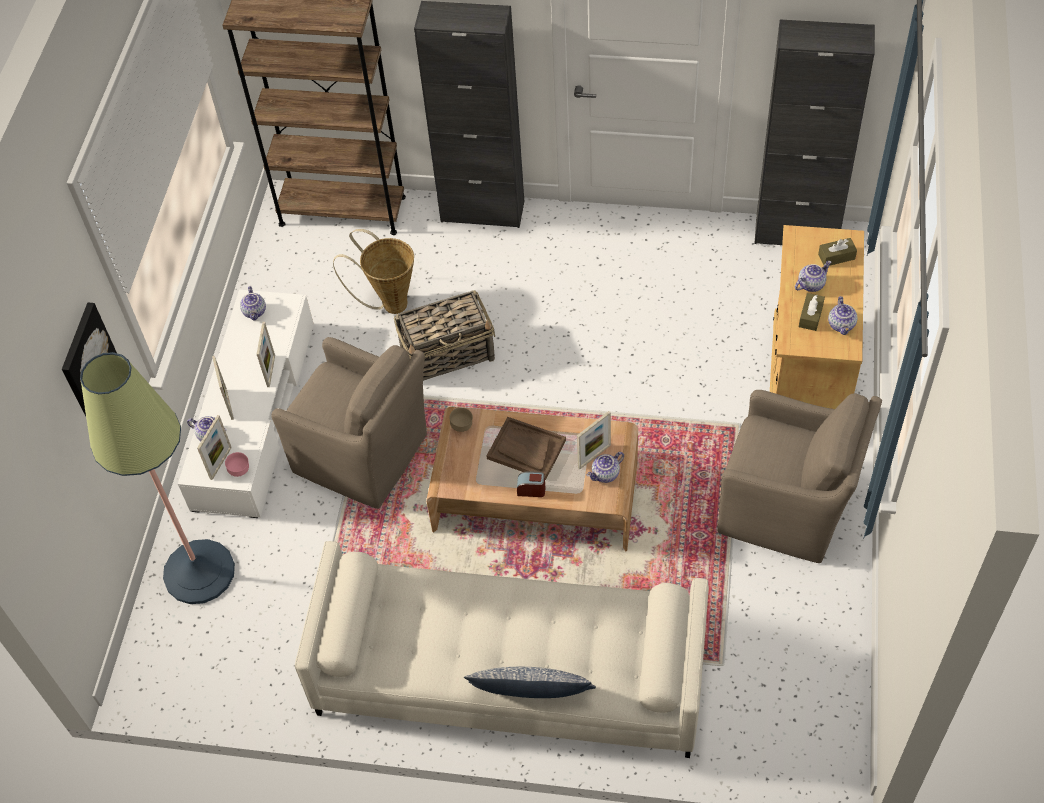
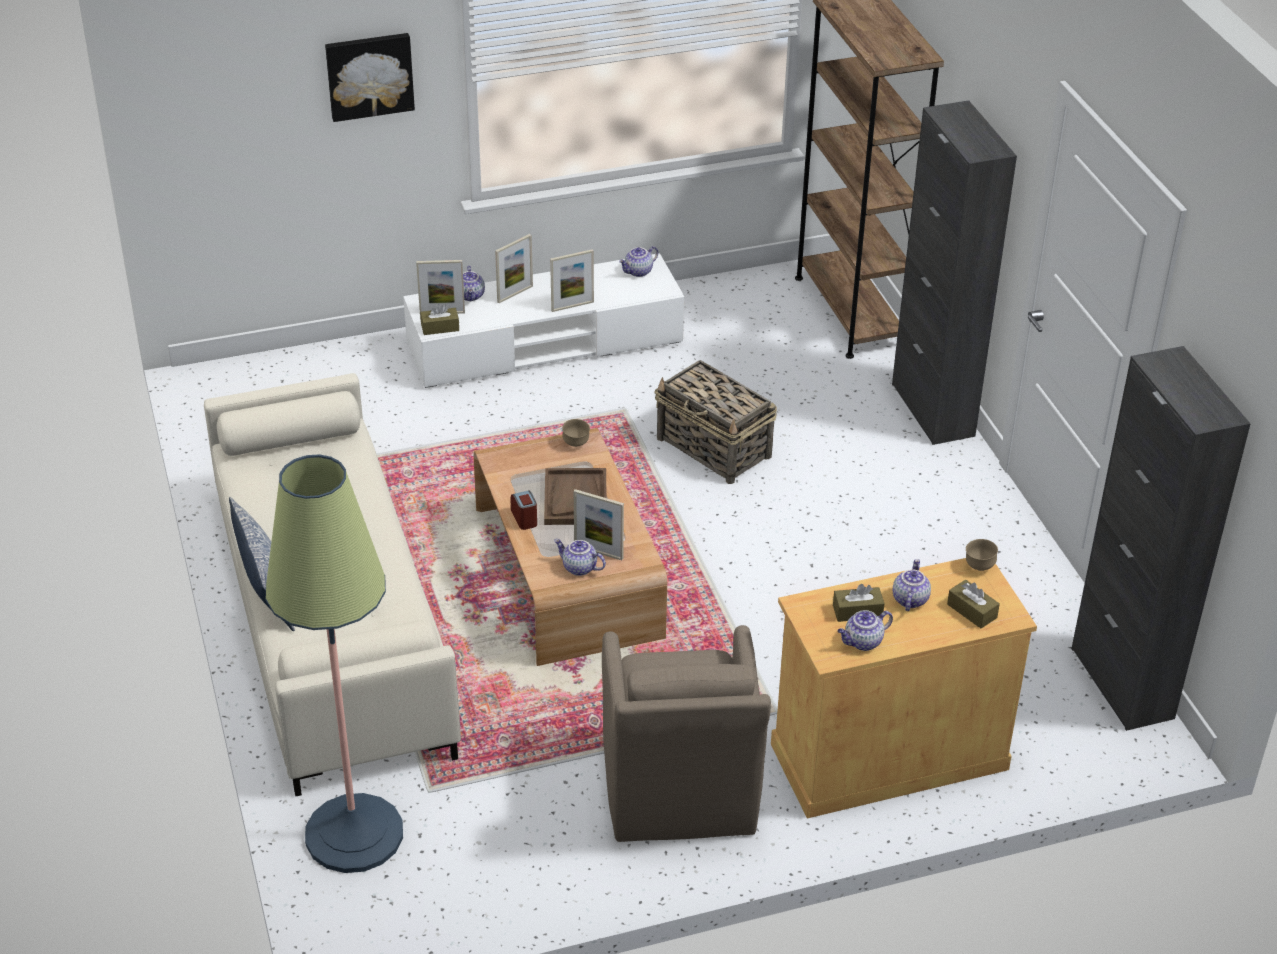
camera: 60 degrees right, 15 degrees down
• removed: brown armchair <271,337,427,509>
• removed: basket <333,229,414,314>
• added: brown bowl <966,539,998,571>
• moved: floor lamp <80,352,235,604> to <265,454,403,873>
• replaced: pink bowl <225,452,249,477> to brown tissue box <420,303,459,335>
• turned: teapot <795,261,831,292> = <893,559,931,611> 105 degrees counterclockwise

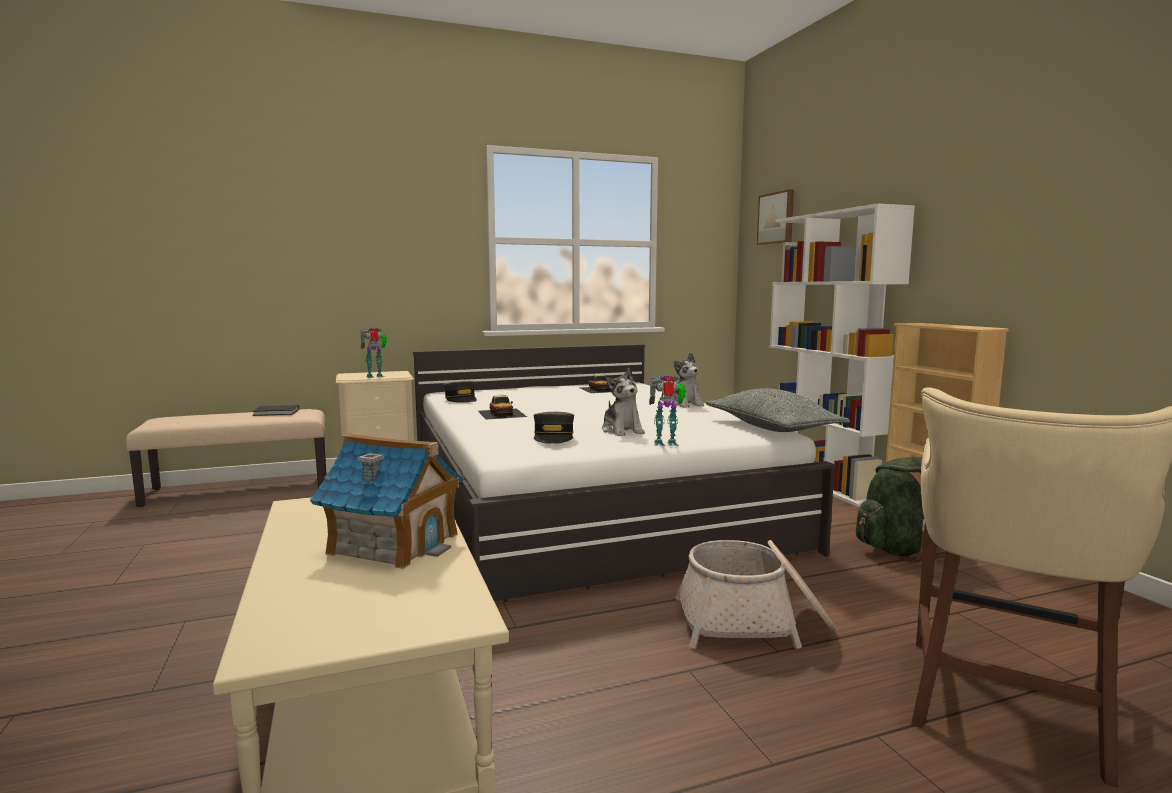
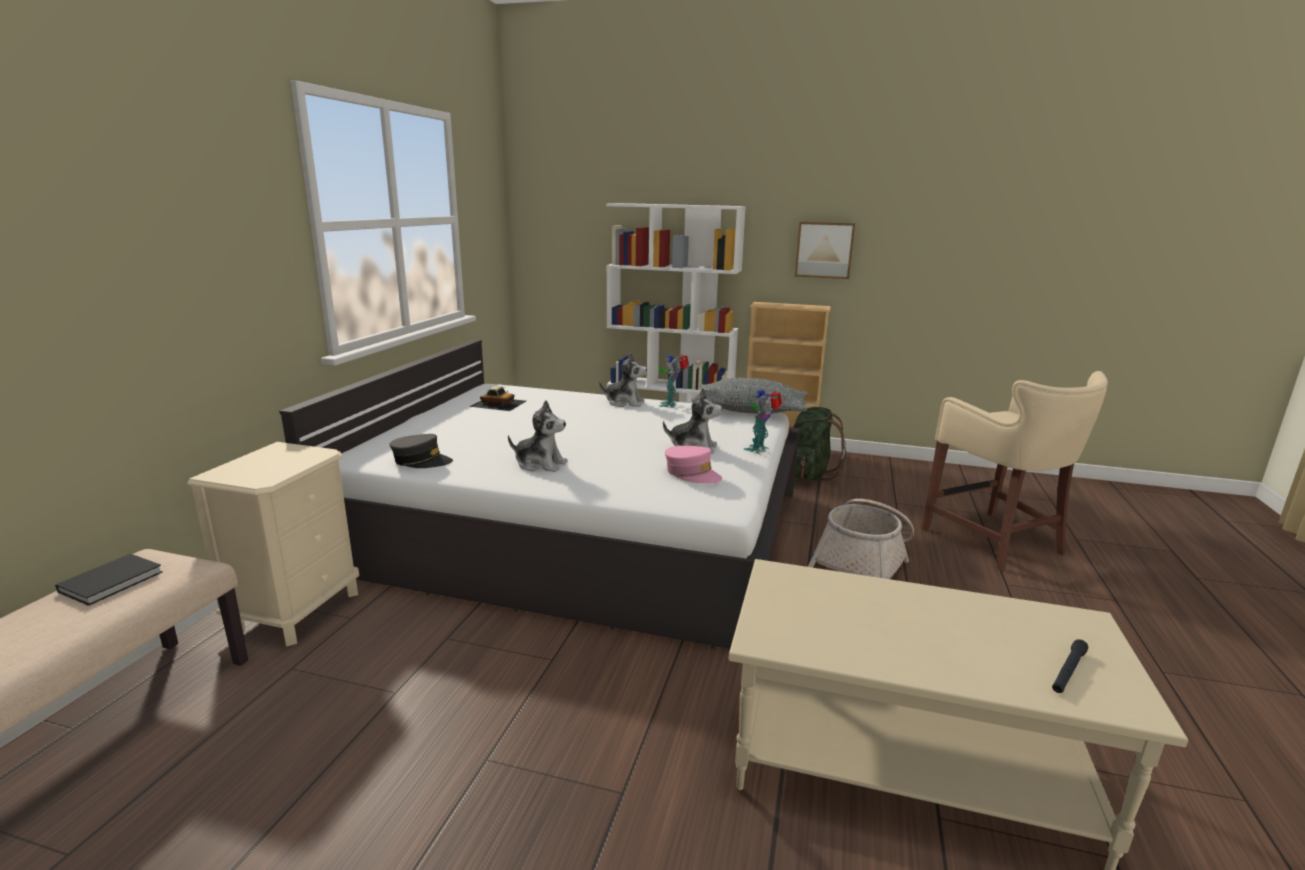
camera: 55 degrees left, 10 degrees up
• removed: toy house <310,434,463,569>
• added: black flashlight <1052,639,1088,693>
• moved: toy robot <360,328,387,378> to <659,354,689,408>
• moved: picture <757,189,794,245> to <795,222,855,279>
• replaced: toy car <478,395,527,420> to plush toy <508,400,568,472>
• recoloured: grey cap <534,412,574,444> to pink cap <665,446,722,483>

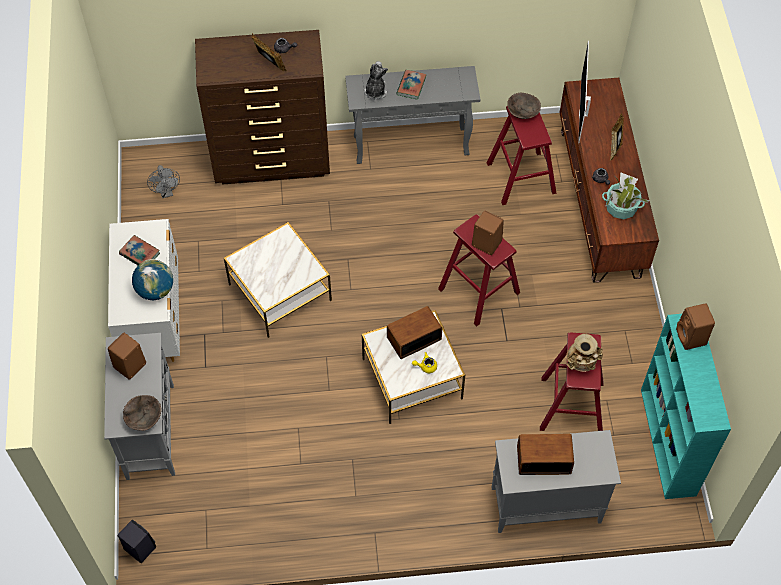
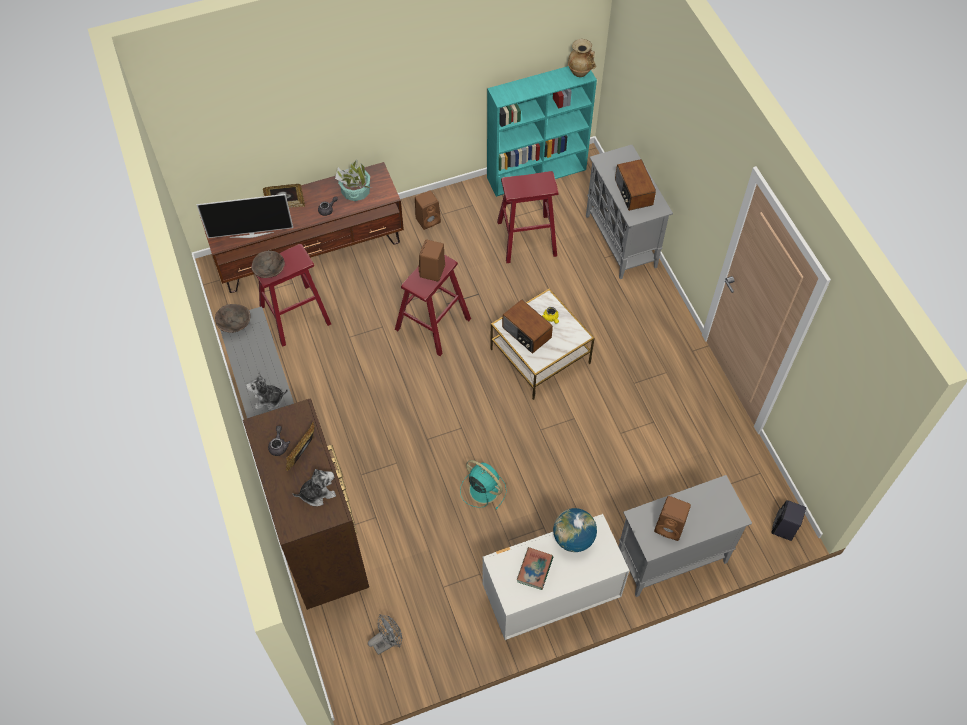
camera: 105 degrees left, 0 degrees up
• removed: book <396,70,427,100>
• added: plush toy <293,469,336,506>
• moved: brown bowl <123,395,162,431> to <215,304,250,333>
• moved: beige vase <566,334,603,372> to <568,39,596,77>
• moved: brown speaker <676,303,715,350> to <415,190,441,230>
• replaced: side table <224,222,332,338> to turquoise fan <460,460,507,510>

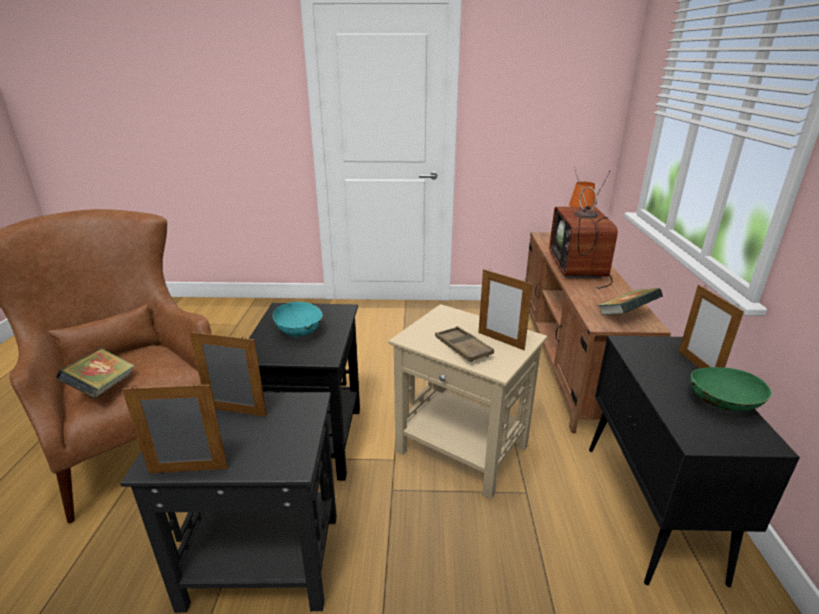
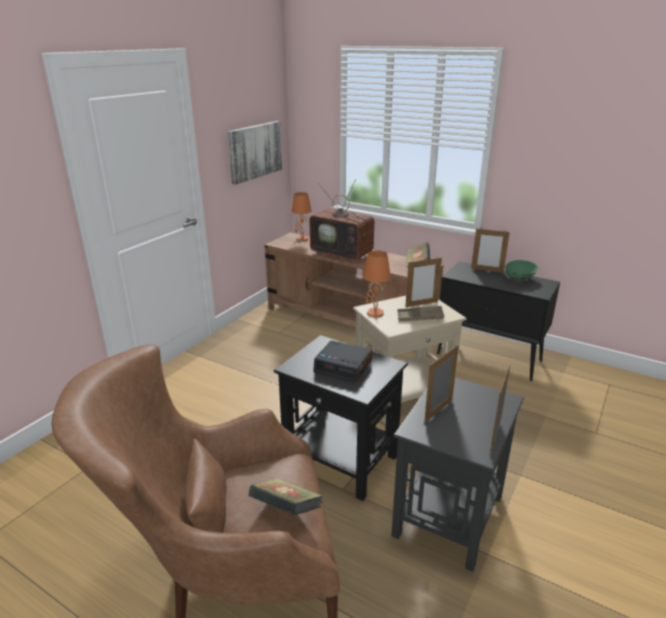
camera: 60 degrees left, 0 degrees up
• added: picture <228,121,282,185>
• added: orange table lamp <363,250,391,318>
• replaced: turquoise bowl <273,302,323,337> to alarm clock <313,340,372,383>

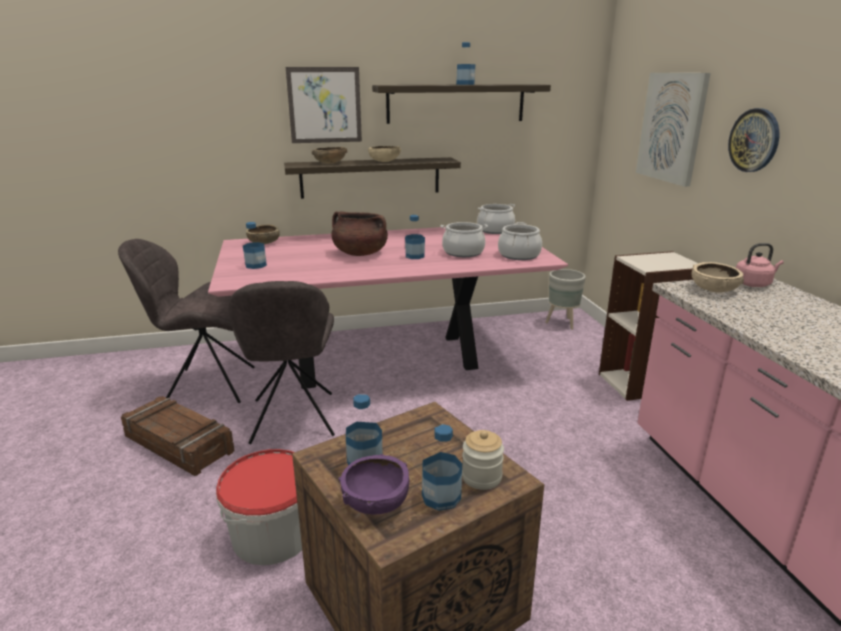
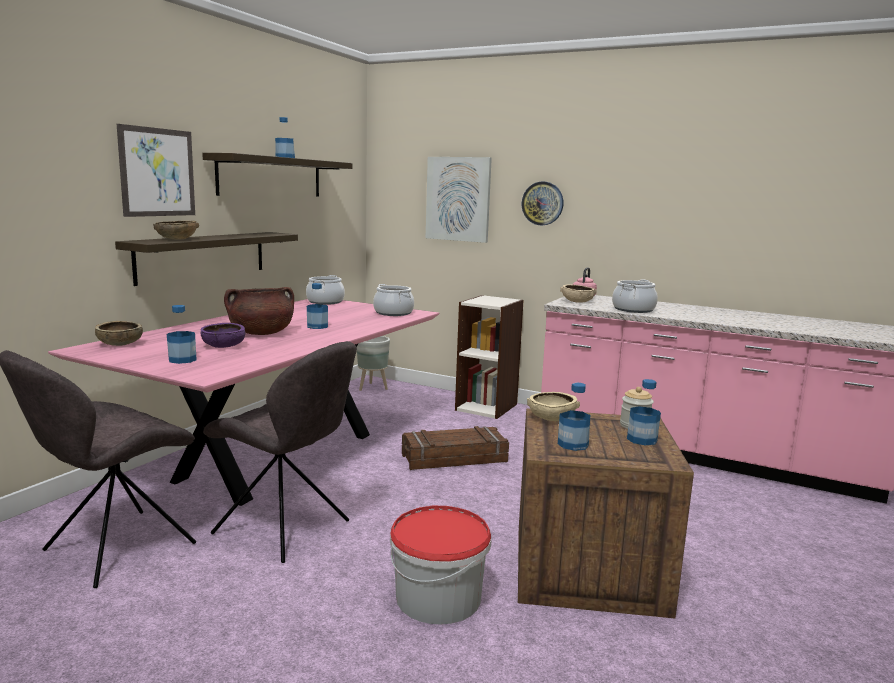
camera: 50 degrees left, 10 degrees down
• moved: crate <121,396,235,476> to <402,426,509,470>
• moved: purple bowl <338,454,409,515> to <200,323,245,348>
• moved: beige bowl <368,146,401,162> to <527,392,580,421>
• moved: cooking pot <440,222,488,257> to <612,279,658,313>

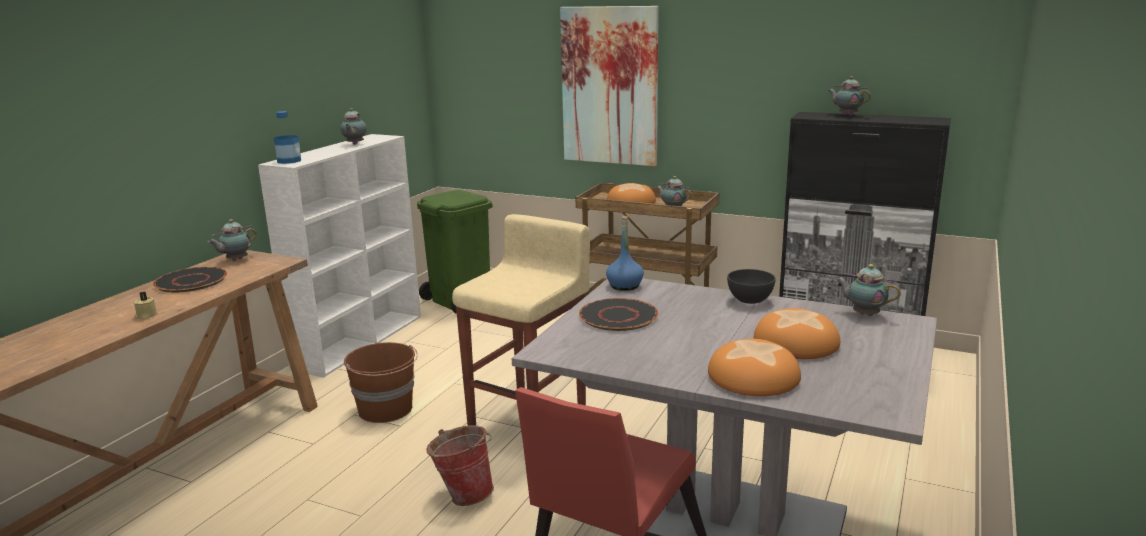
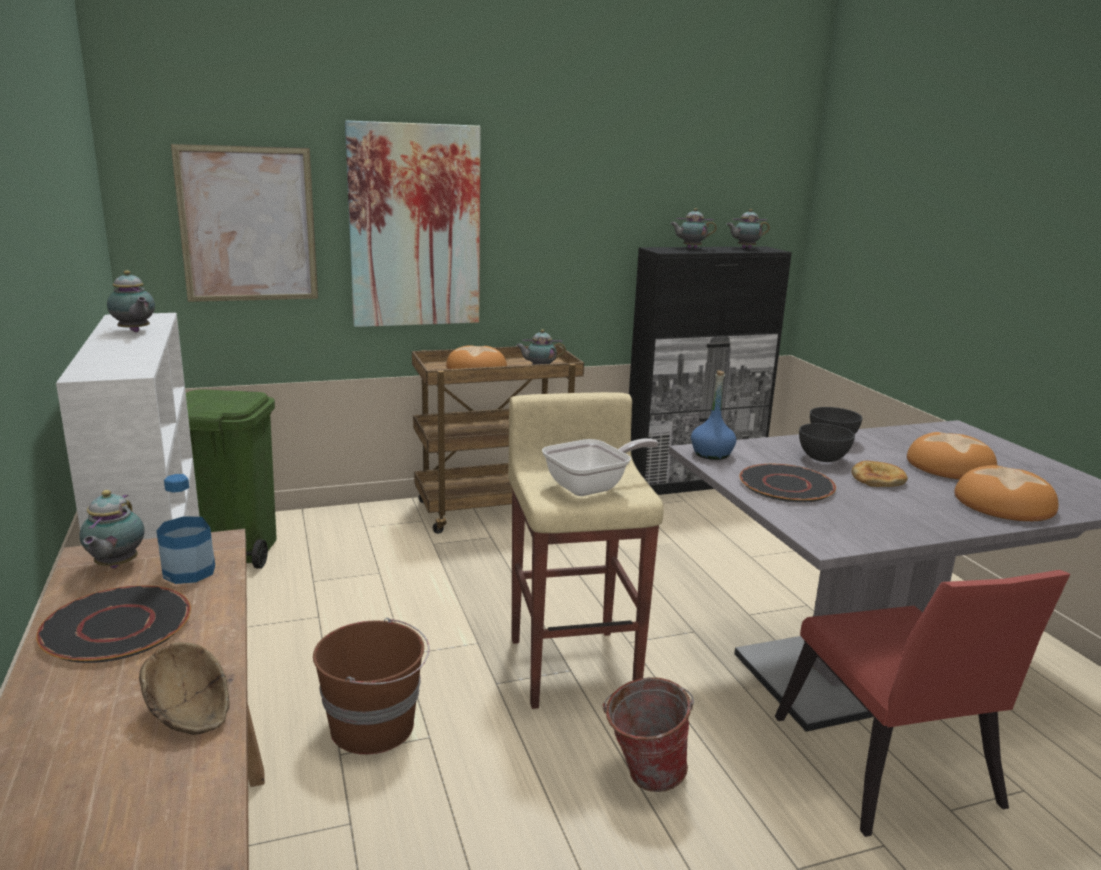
camera: 45 degrees left, 0 degrees up
• added: picture <171,144,318,302>
• added: frying pan <542,438,658,496>
• added: grey bowl <799,423,855,462>
• added: bread <851,461,908,487>
• moved: bottle <274,111,301,164> to <156,474,215,584>
• moved: teapot <835,264,901,316> to <726,209,770,249>
• replaced: beige candle <134,292,158,319> to brown bowl <139,642,229,735>

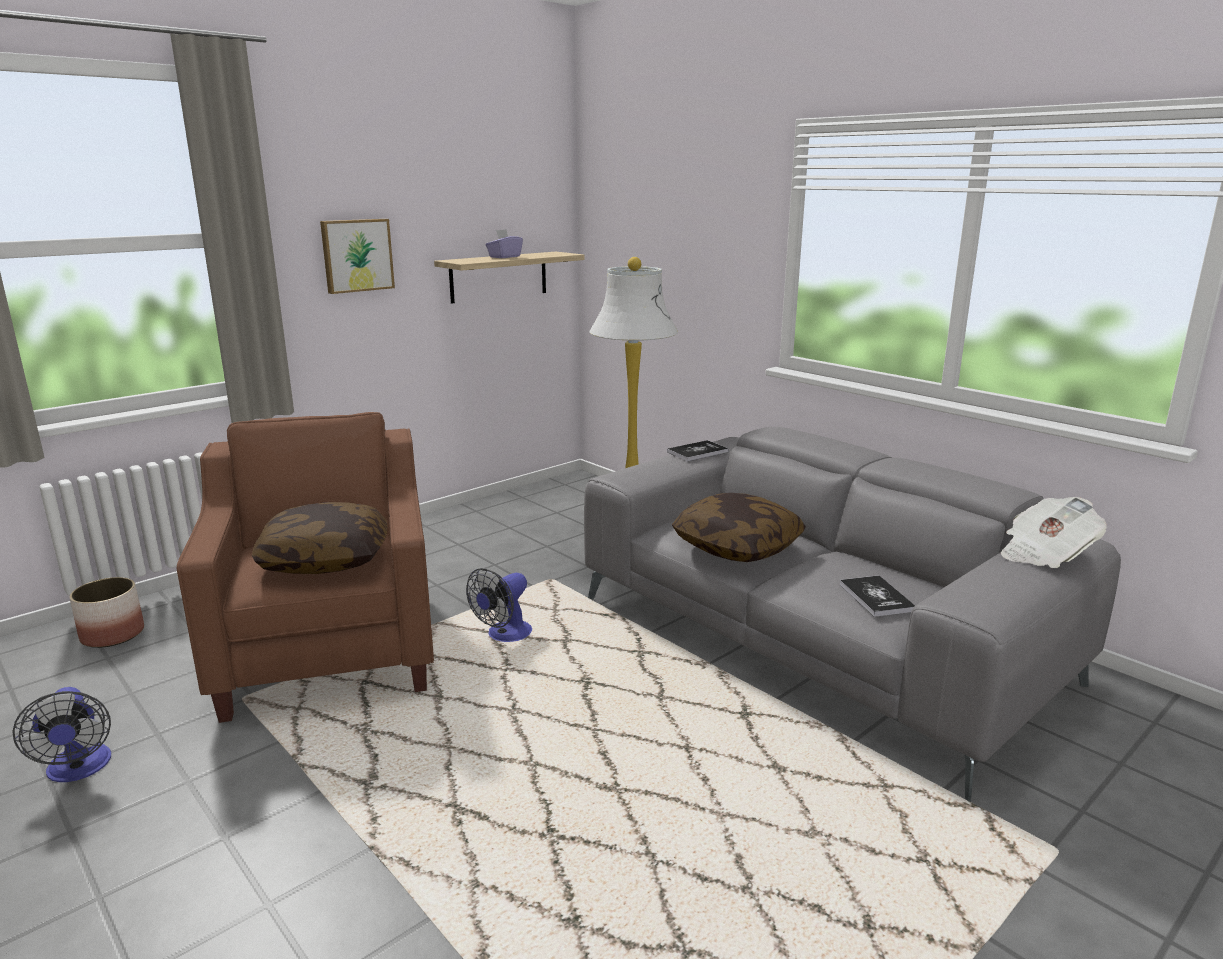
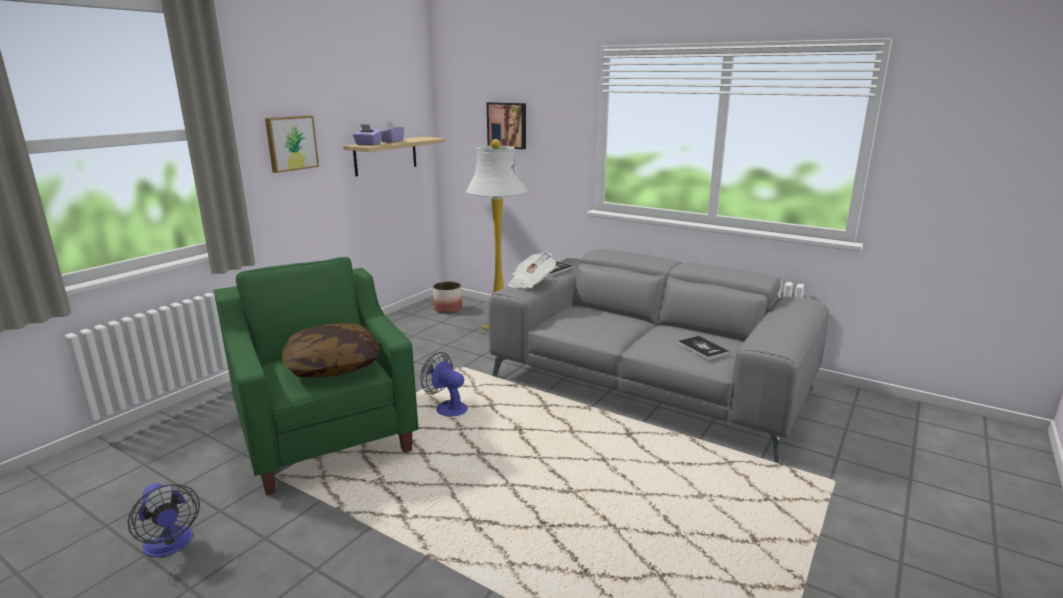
camera: 15 degrees left, 0 degrees up
• removed: pillow <672,493,806,562>
• added: purple tissue box <353,124,382,145>
• added: picture <487,102,526,149>
• moved: planter <69,577,144,648> to <433,281,462,314>
• moved: newspaper <1001,497,1107,568> to <508,252,556,288>
• recoloured: brown armchair <177,412,434,723> to green armchair <214,257,418,495>
• turned: fan <466,568,532,642> = <420,352,468,417> 105 degrees clockwise

